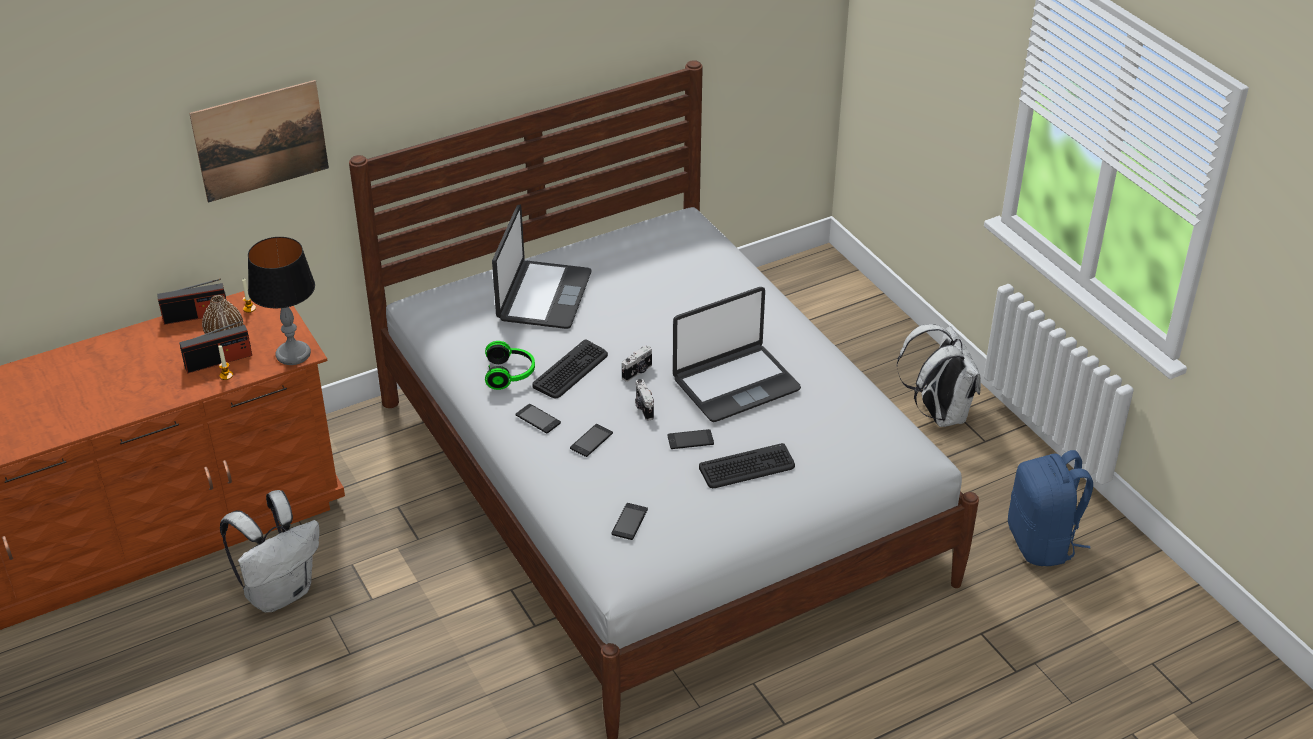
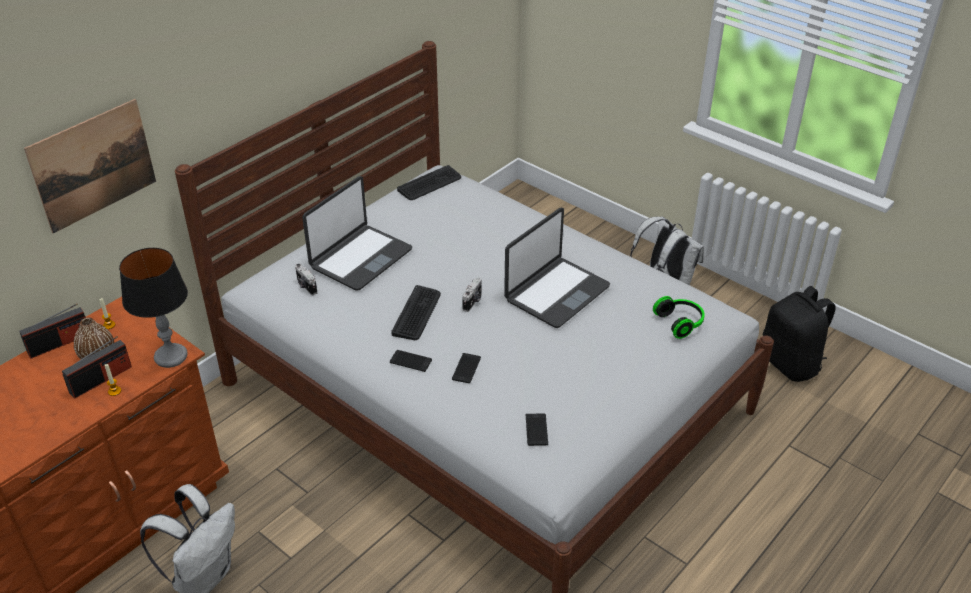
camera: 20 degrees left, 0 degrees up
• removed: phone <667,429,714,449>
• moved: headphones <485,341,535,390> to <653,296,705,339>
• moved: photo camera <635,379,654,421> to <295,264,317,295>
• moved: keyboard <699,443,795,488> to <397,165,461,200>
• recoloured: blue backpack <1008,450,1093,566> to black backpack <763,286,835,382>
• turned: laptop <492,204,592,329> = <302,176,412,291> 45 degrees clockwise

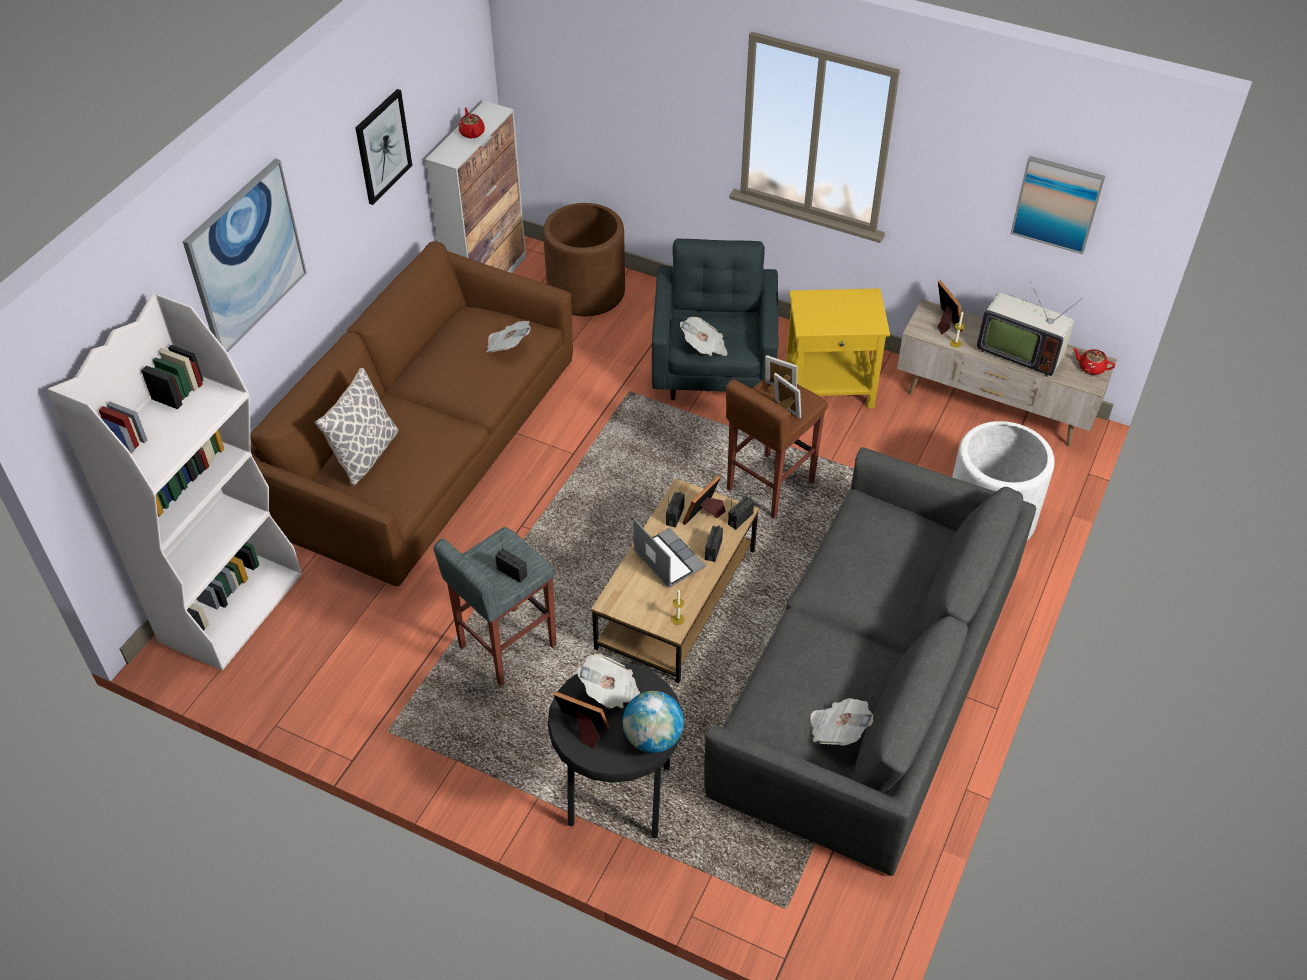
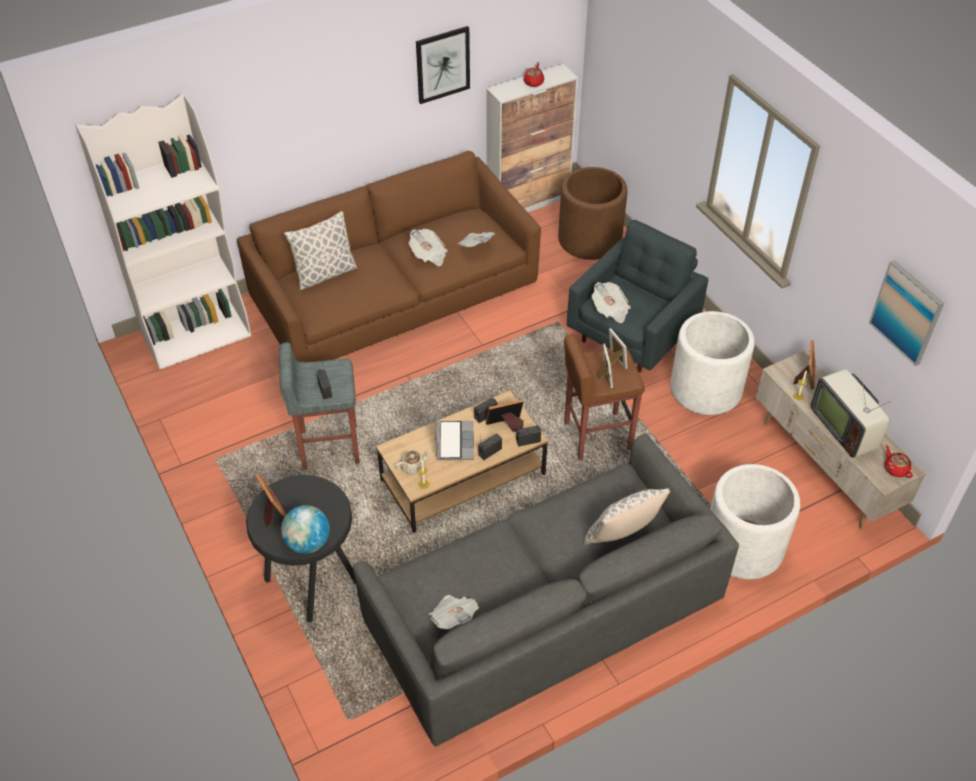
camera: 35 degrees right, 0 degrees up
• removed: picture <183,158,307,353>
• added: beige teapot <395,450,432,474>
• added: pillow <584,488,670,545>
• moved: newspaper <577,654,640,709> to <408,229,448,266>
• replaced: yellow side table <786,288,890,408> to white planter <670,311,755,415>

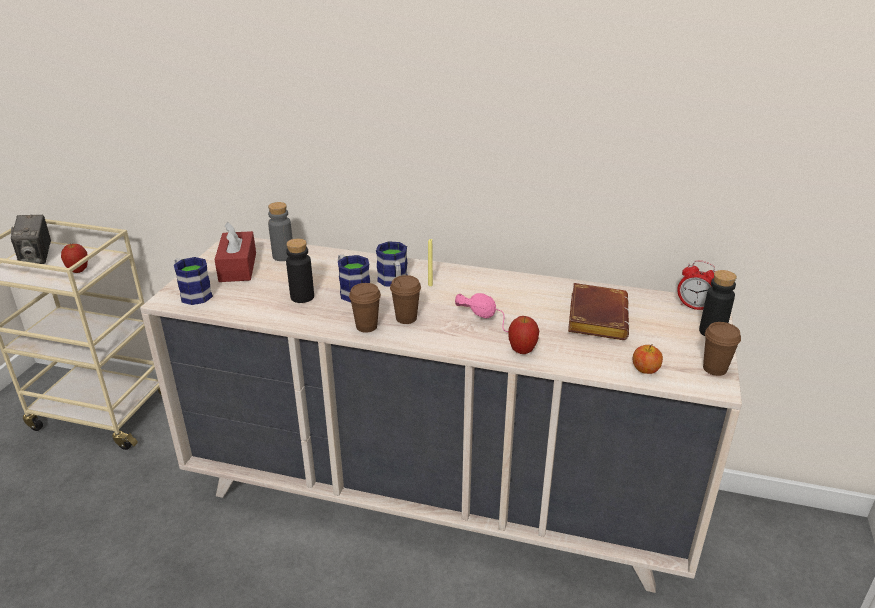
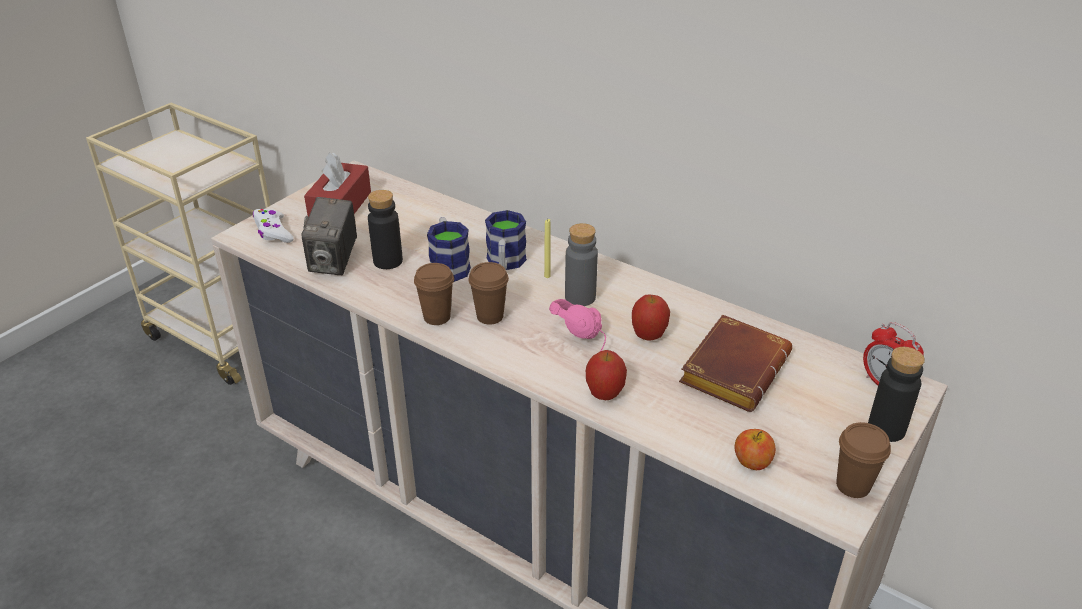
camera: 20 degrees right, 5 degrees up
• moved: photo camera <11,215,51,264> to <302,197,357,275>
• moved: apple <61,243,88,273> to <632,294,670,340>
• moved: grey bottle <268,202,293,261> to <565,223,598,306>
• replaced: mug <174,257,213,305> to white game controller <253,209,294,243>

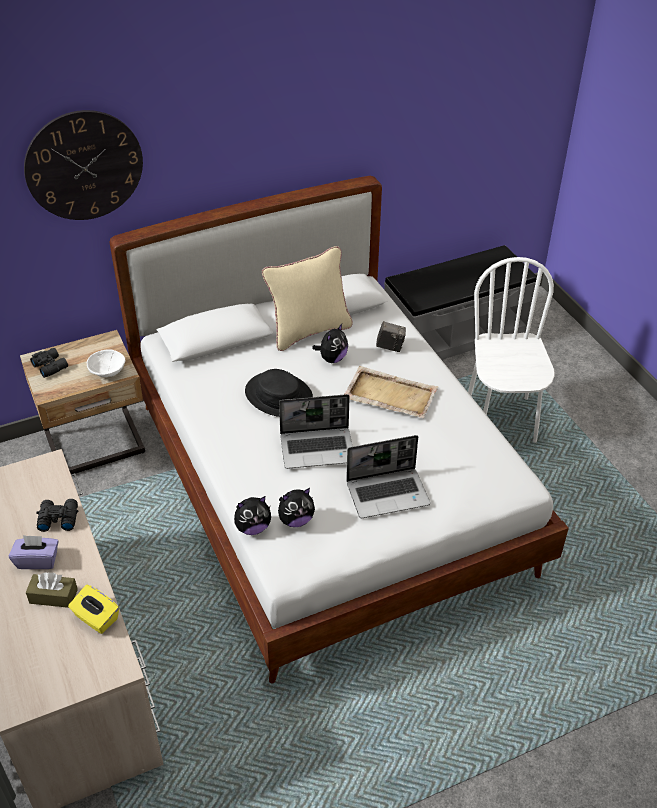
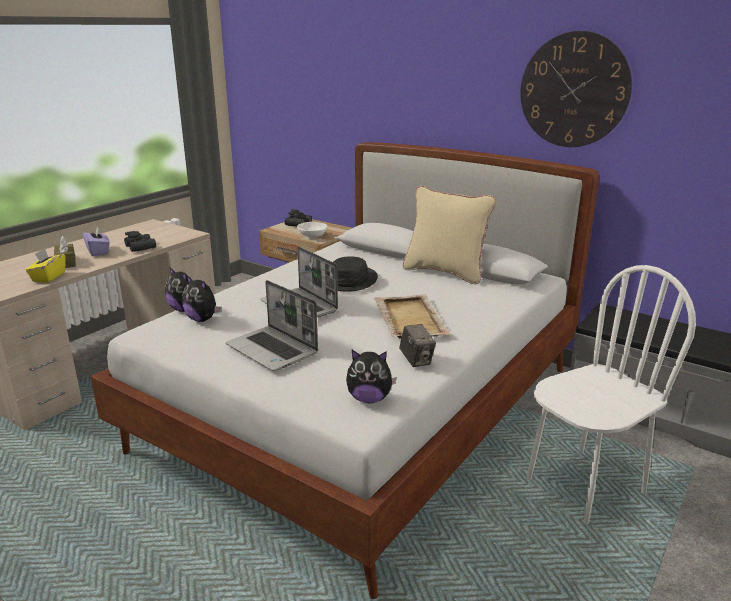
camera: 60 degrees right, 20 degrees down
• moved: wall clock <24,110,143,220> to <520,31,632,147>
• moved: plush toy <312,324,348,363> to <346,350,397,403>
• moved: photo camera <376,322,406,352> to <399,324,436,367>

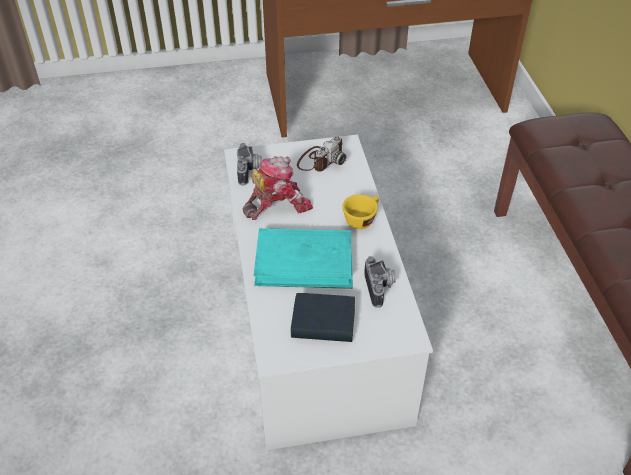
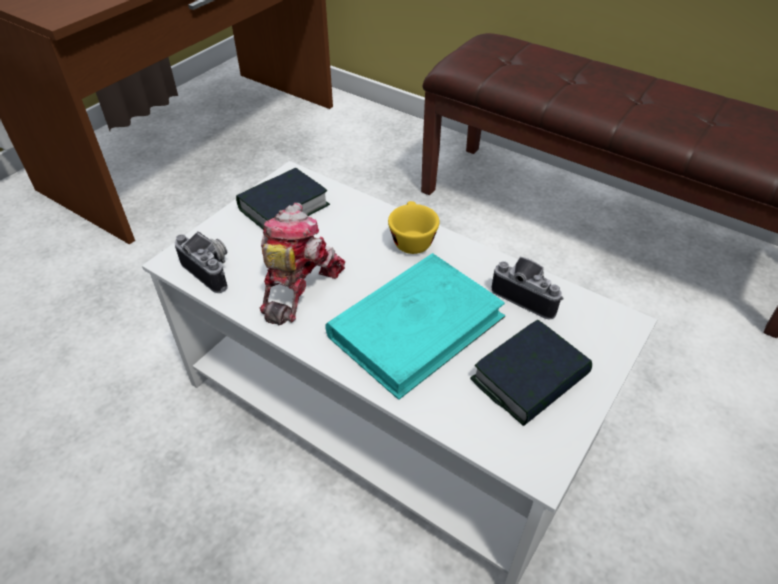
camera: 45 degrees left, 0 degrees up
• replaced: photo camera <297,136,346,172> to book <236,168,330,230>

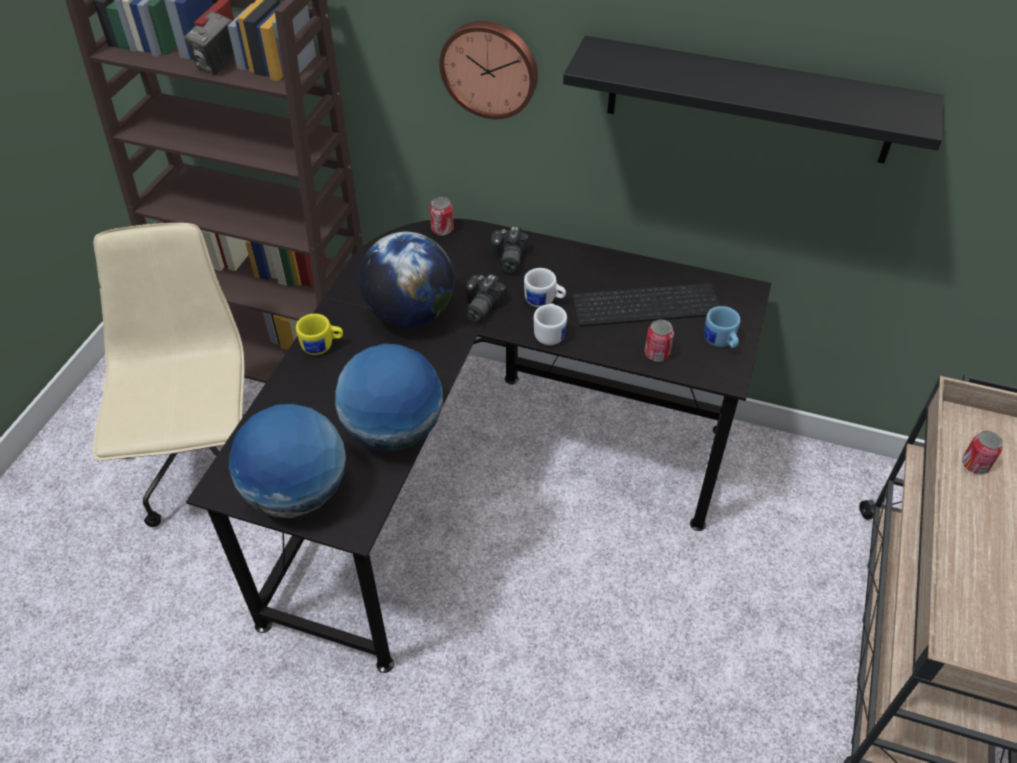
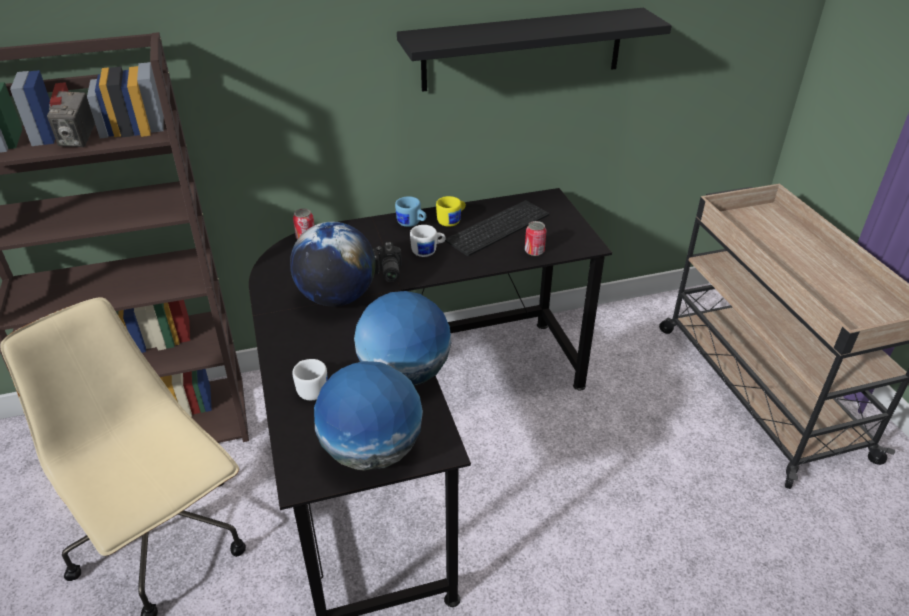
camera: 35 degrees left, 10 degrees down
• removed: wall clock <439,21,538,119>
• removed: photo camera <491,226,529,273>
• removed: can <962,430,1003,474>
• moved: yellow mug <296,314,343,355> to <436,196,466,227>
• moved: white mug <534,304,567,345> to <292,359,328,400>
• moved: blue mug <704,306,740,348> to <395,196,426,227>

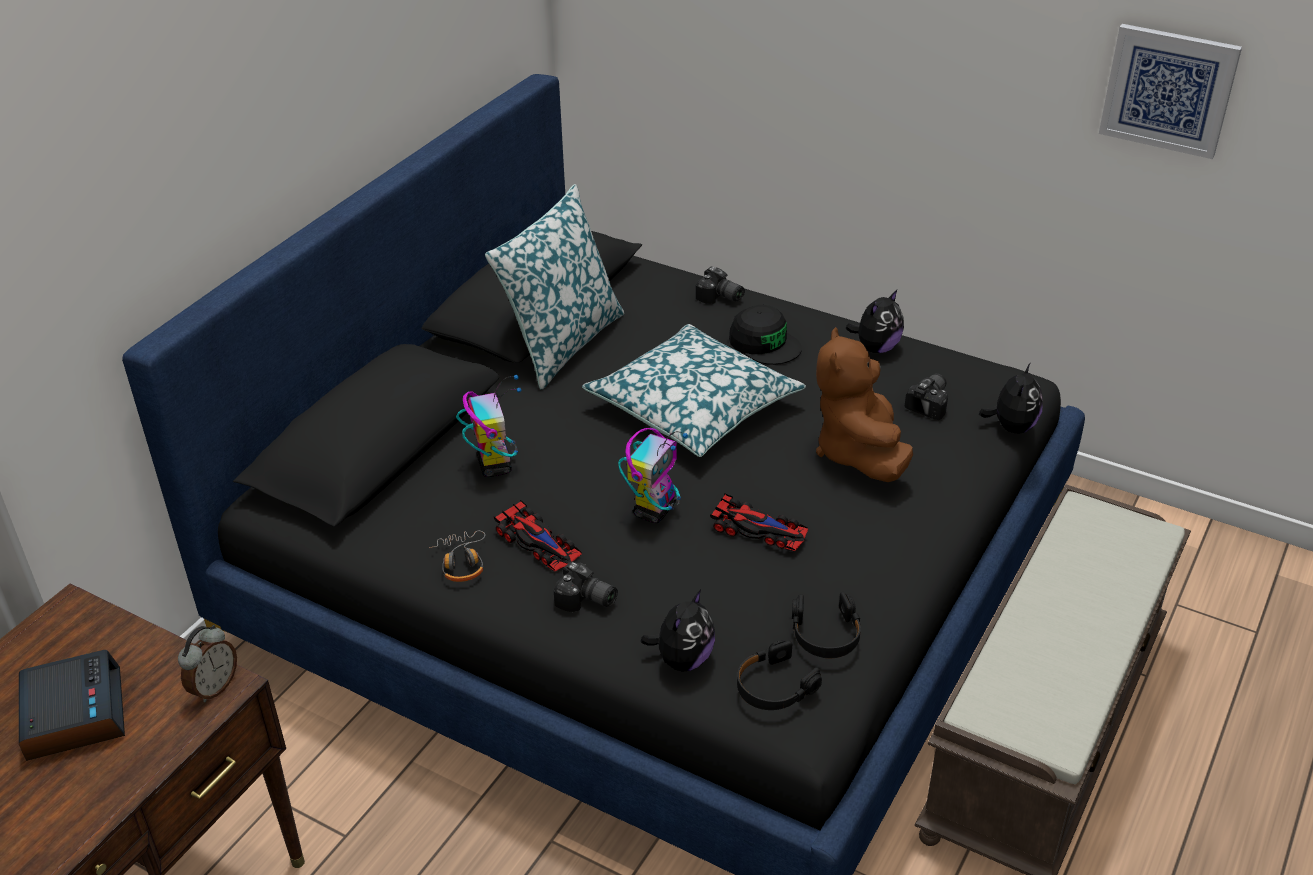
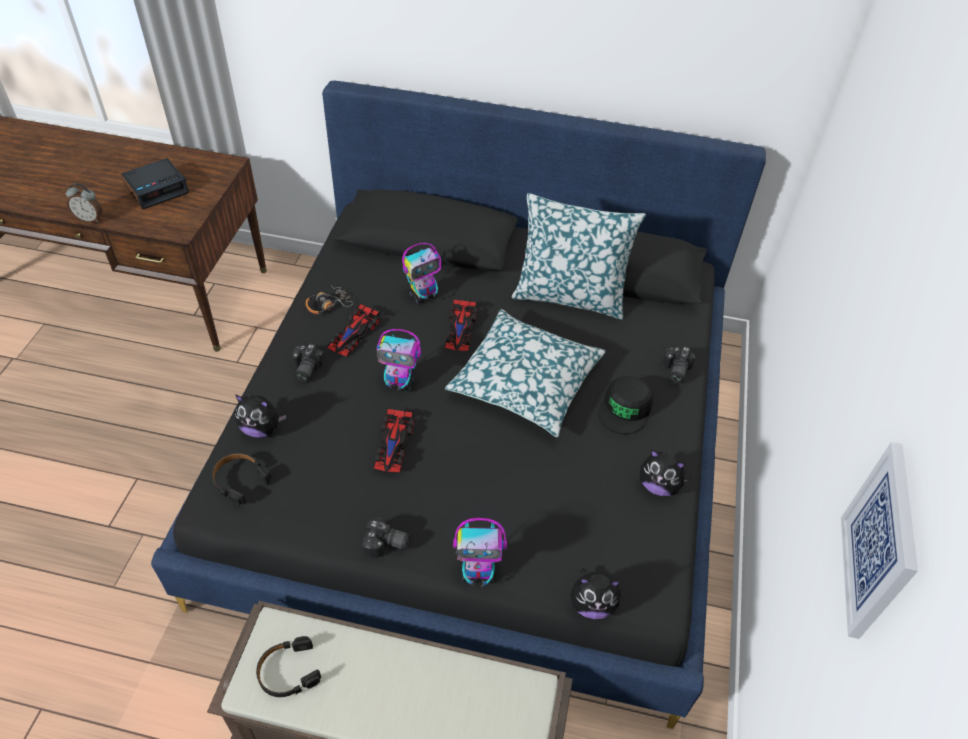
camera: 70 degrees right, 10 degrees up
• removed: brown plush toy <816,327,913,482>
• added: toy car <445,299,478,351>
• added: toy robot <453,518,507,586>
• moved: alarm clock <178,625,237,702> to <66,183,102,223>
• moved: black headphones <792,592,861,658> to <256,636,321,697>
• moved: photo camera <904,373,948,420> to <362,517,411,558>

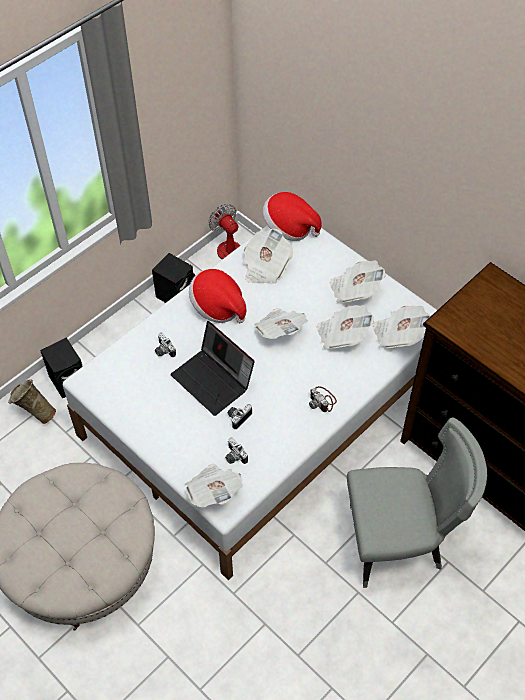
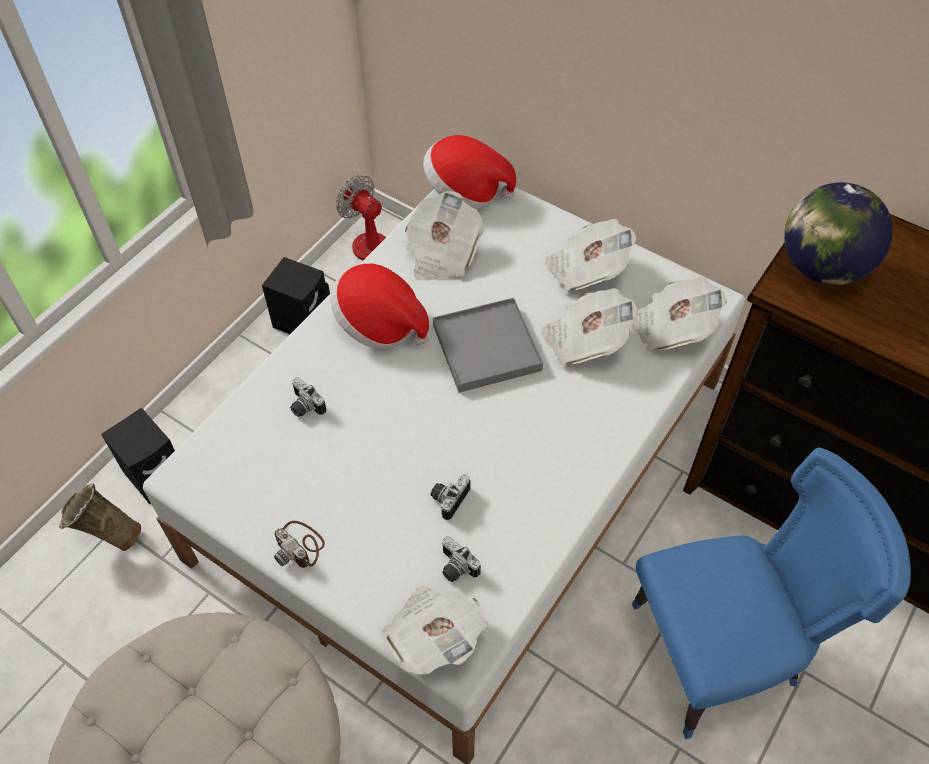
camera: 10 degrees left, 0 degrees up
• removed: laptop <170,321,255,416>
• added: globe <784,183,893,285>
• moved: photo camera <309,386,337,412> to <274,521,325,568>
• replaced: newspaper <254,308,308,339> to grey tray <433,298,543,393>
• recoloured: grey chair <347,417,487,588> to blue chair <632,447,911,739>

